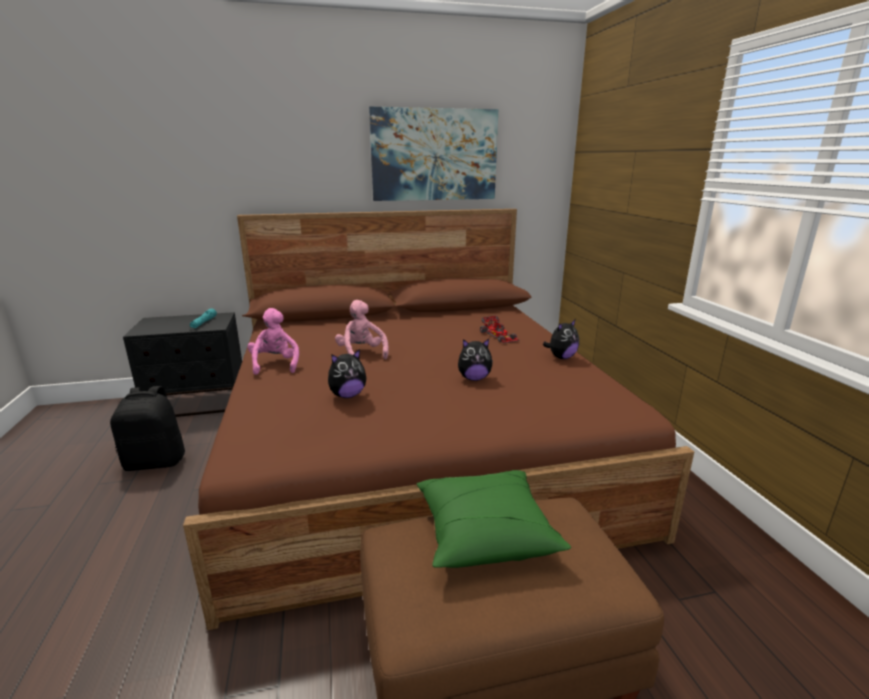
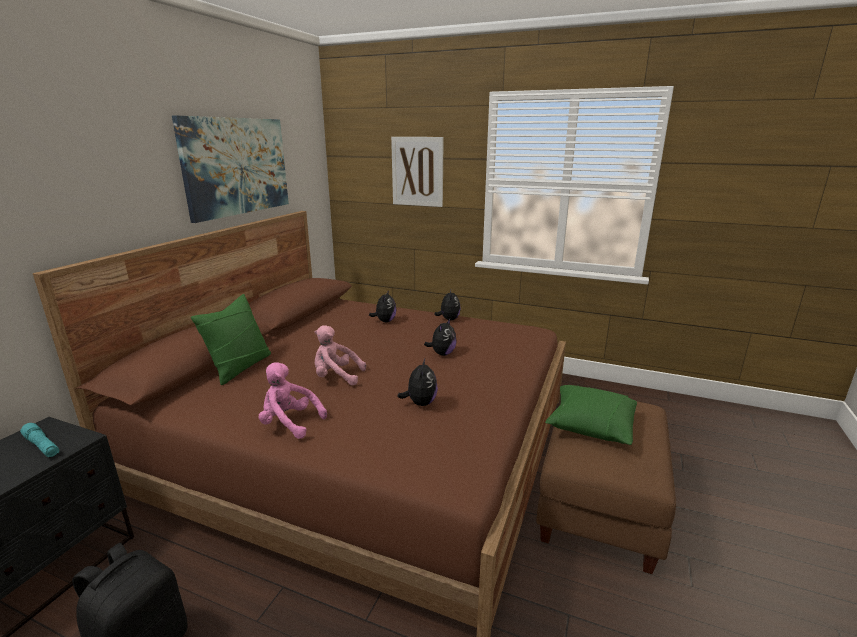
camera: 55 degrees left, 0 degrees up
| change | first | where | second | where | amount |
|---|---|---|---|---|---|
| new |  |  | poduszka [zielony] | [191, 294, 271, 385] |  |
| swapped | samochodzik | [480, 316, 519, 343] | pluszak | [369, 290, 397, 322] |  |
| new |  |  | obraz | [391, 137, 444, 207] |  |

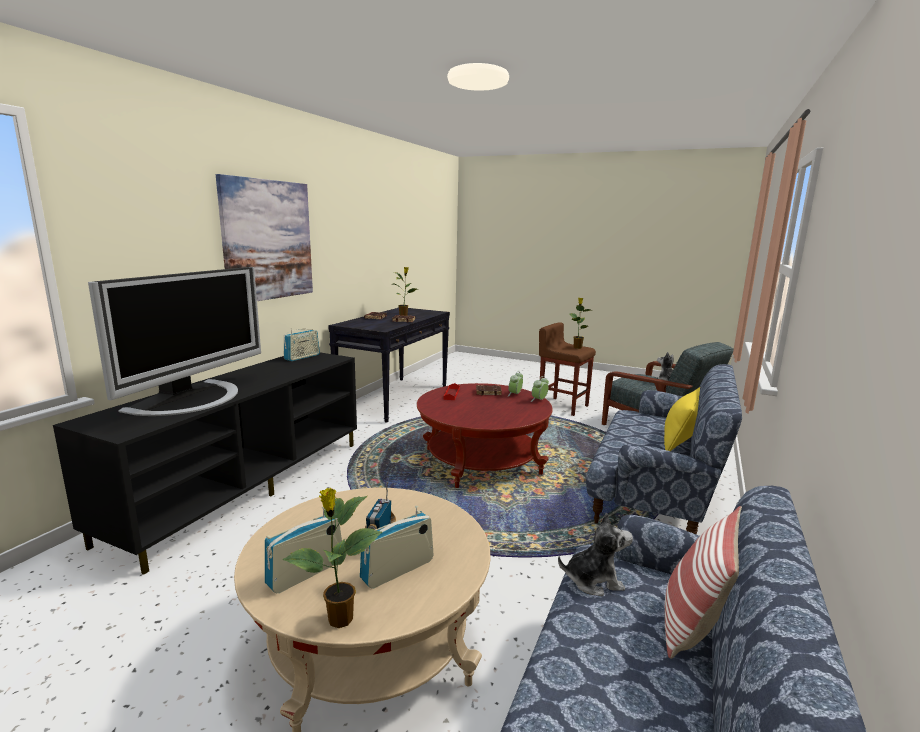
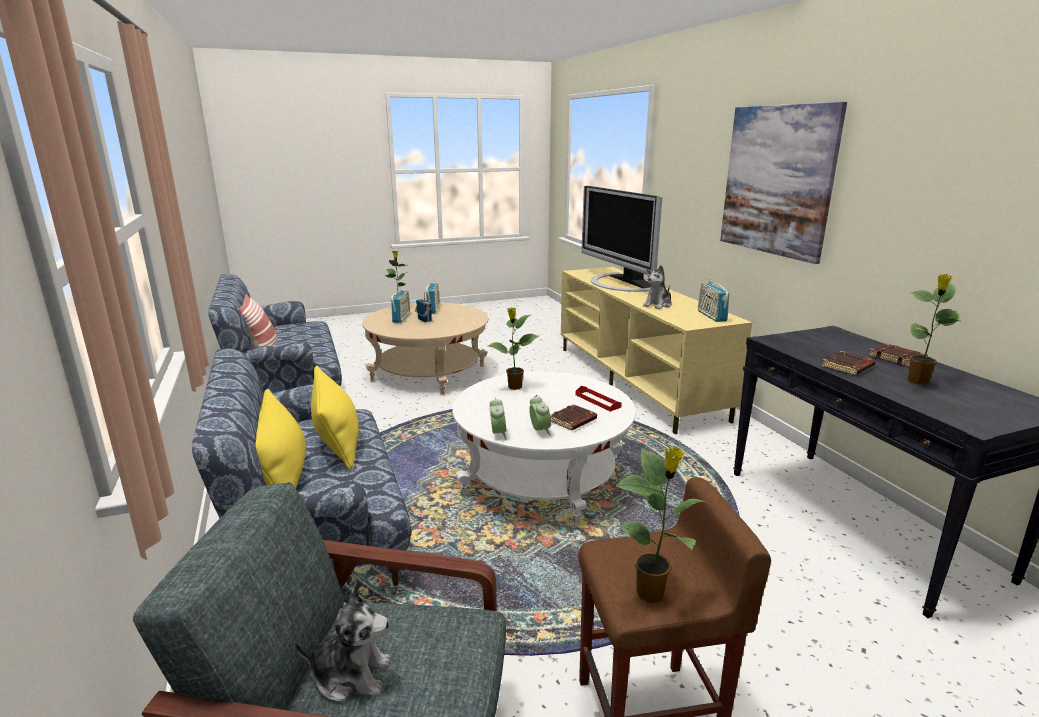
camera: 135 degrees right, 5 degrees up
| change | first | where | second | where | amount |
|---|---|---|---|---|---|
| new |  |  | poduszka [żółty] | [311, 366, 359, 470] |  |
| repainted | ława [czerwony] | [417, 383, 553, 488] | ława [biały] | [452, 372, 636, 524] |  |
| new |  |  | roślina doniczkowa | [488, 307, 539, 390] |  |
| repainted | szafka pod telewizor [czarny] | [53, 353, 357, 575] | szafka pod telewizor [beżowy] | [561, 267, 752, 434] |  |
| shifted | pluszak | [558, 513, 633, 596] |  | [643, 265, 672, 309] |  |

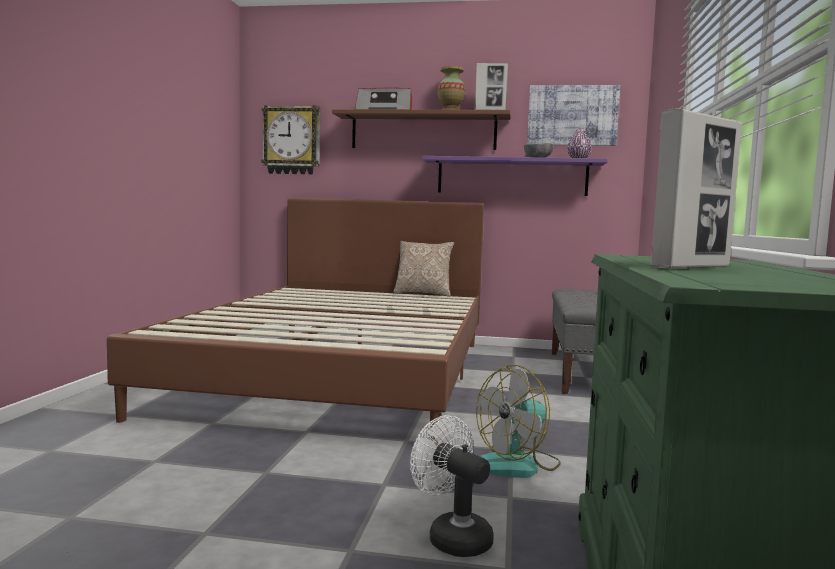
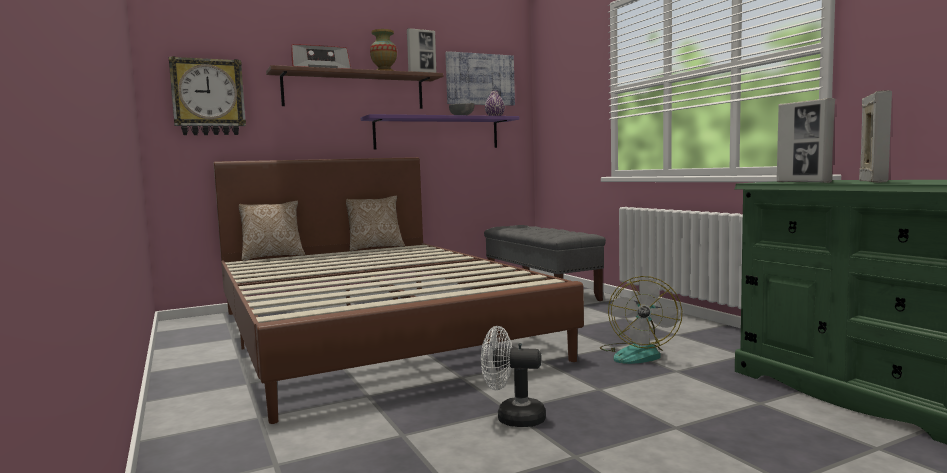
camera: 35 degrees left, 0 degrees up
| change | first | where | second | where | amount |
|---|---|---|---|---|---|
| new |  |  | poduszka | [239, 201, 305, 261] |  |
| shifted | wentylator [biały] | [410, 415, 494, 557] |  | [481, 326, 546, 427] |  |
| new |  |  | ramka na zdjęcie | [777, 98, 835, 183] |  |

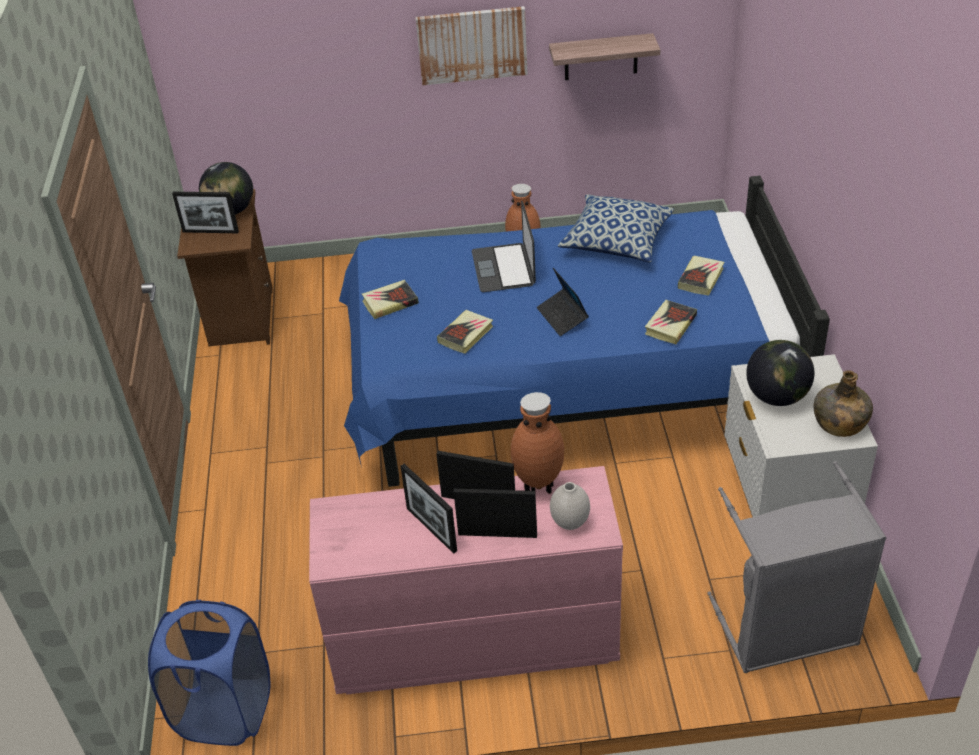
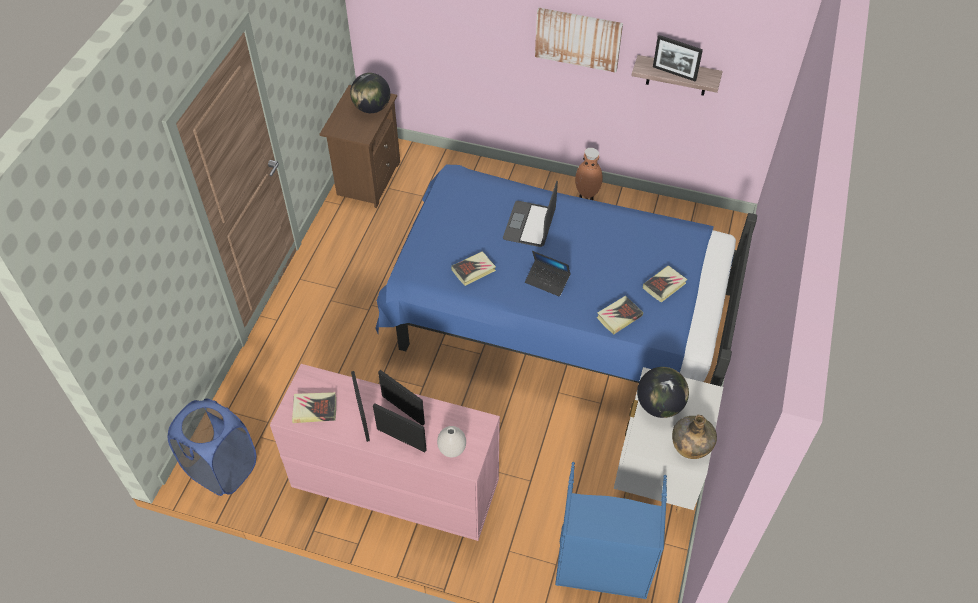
camera: 20 degrees right, 10 degrees up
| change | first | where | second | where | amount |
|---|---|---|---|---|---|
| shifted | książka | [362, 280, 419, 319] |  | [292, 392, 336, 423] |  |
| rotated | laptop | [537, 268, 589, 336] |  | [525, 251, 571, 297] | 60 degrees counterclockwise |
| repainted | kosz na pranie [szary] | [707, 461, 886, 673] | kosz na pranie [niebieski] | [555, 462, 667, 599] |  |
| shifted | ramka na zdjęcie | [172, 192, 239, 233] |  | [653, 35, 703, 81] |  |
| gone | wazon [brązowy] | [511, 392, 564, 495] |  |  |  |
| gone | poduszka | [558, 194, 674, 262] |  |  |  |

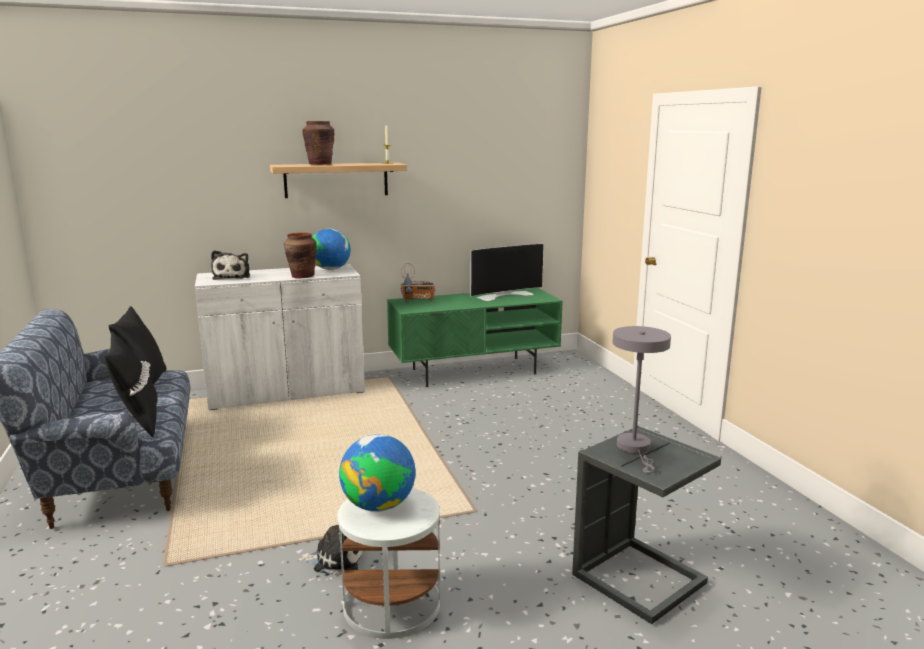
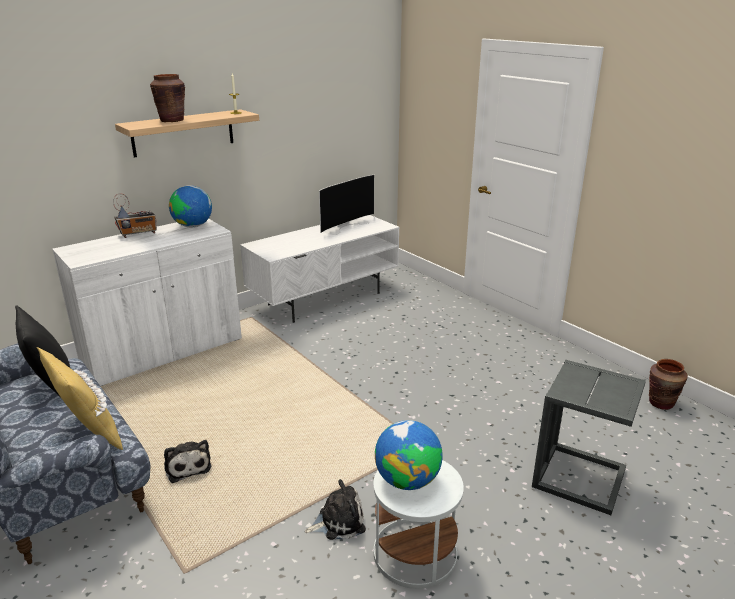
camera: 20 degrees left, 10 degrees up
| change | first | where | second | where | amount |
|---|---|---|---|---|---|
| repainted | poduszka [czarny] | [105, 331, 157, 437] | poduszka [żółty] | [37, 347, 123, 450] |  |
| shifted | radio | [400, 263, 435, 302] |  | [113, 193, 157, 238] |  |
| shifted | pluszak | [211, 250, 250, 280] |  | [164, 440, 211, 483] |  |
| repainted | szafka pod telewizor [zielony] | [387, 288, 563, 387] | szafka pod telewizor [biały] | [240, 215, 399, 323] |  |
| shifted | wazon [brązowy] | [284, 233, 317, 278] |  | [649, 359, 688, 410] |  |
| gone | lampa stołowa [szary] | [612, 326, 671, 473] |  |  |  |

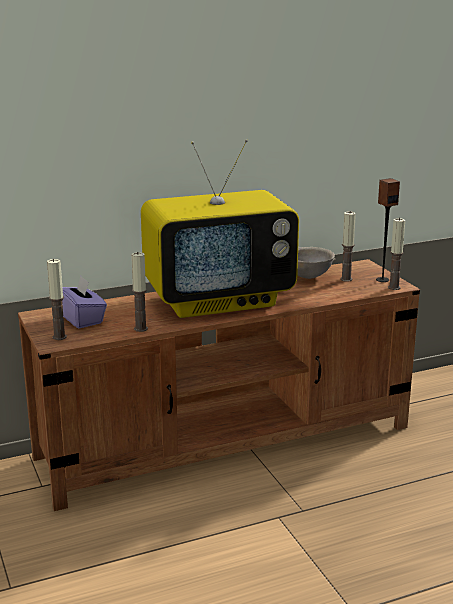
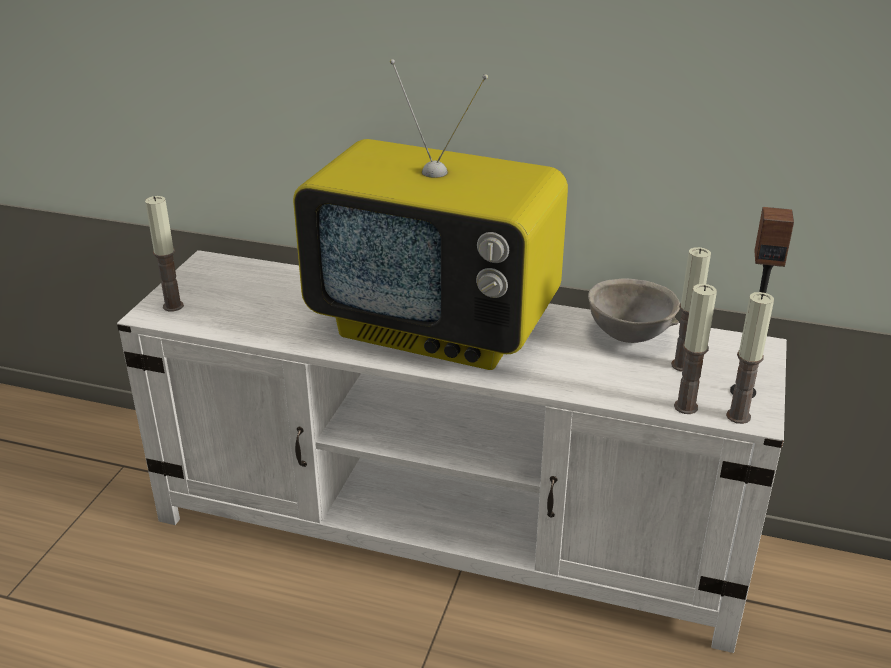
camera: 40 degrees right, 10 degrees up
| change | first | where | second | where | amount |
|---|---|---|---|---|---|
| repainted | szafka pod telewizor [brązowy] | [18, 259, 420, 511] | szafka pod telewizor [biały] | [117, 250, 787, 653] |  |
| shifted | świeca | [131, 252, 148, 332] |  | [674, 284, 717, 414] |  |
| gone | pudełko chusteczek [fioletowy] | [62, 276, 107, 329] |  |  |  |

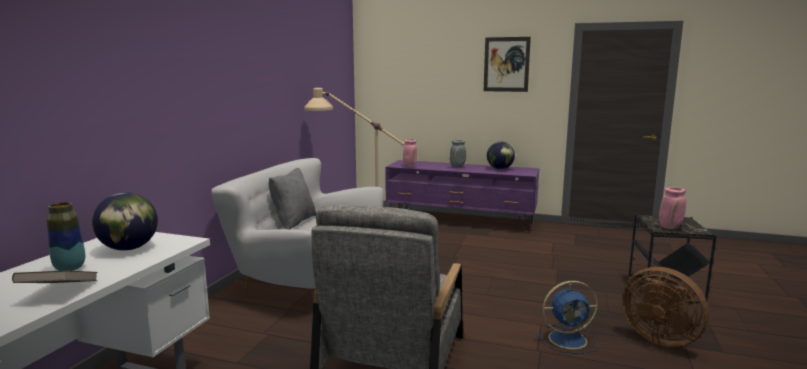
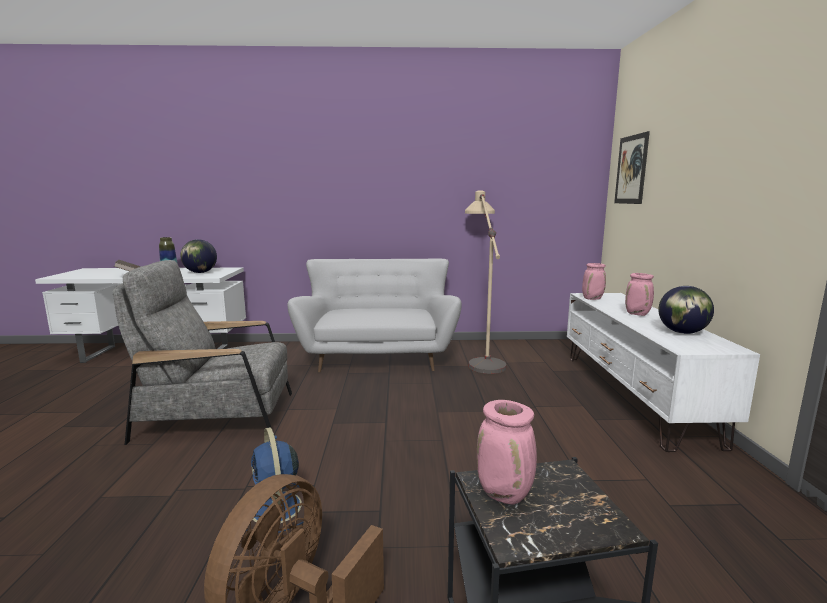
camera: 70 degrees right, 0 degrees up
| change | first | where | second | where | amount |
|---|---|---|---|---|---|
| repainted | szafka pod telewizor [fioletowy] | [385, 160, 539, 233] | szafka pod telewizor [biały] | [567, 293, 760, 452] |  |
| shifted | obraz | [484, 37, 531, 92] |  | [614, 131, 650, 204] |  |
| repainted | wazon [szary] | [450, 140, 466, 168] | wazon [różowy] | [625, 273, 654, 316] |  |
| gone | poduszka [szary] | [269, 168, 316, 229] |  |  |  |

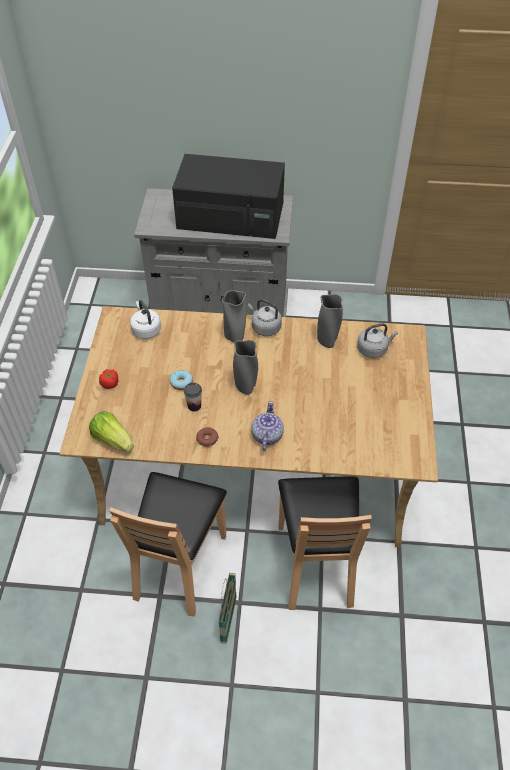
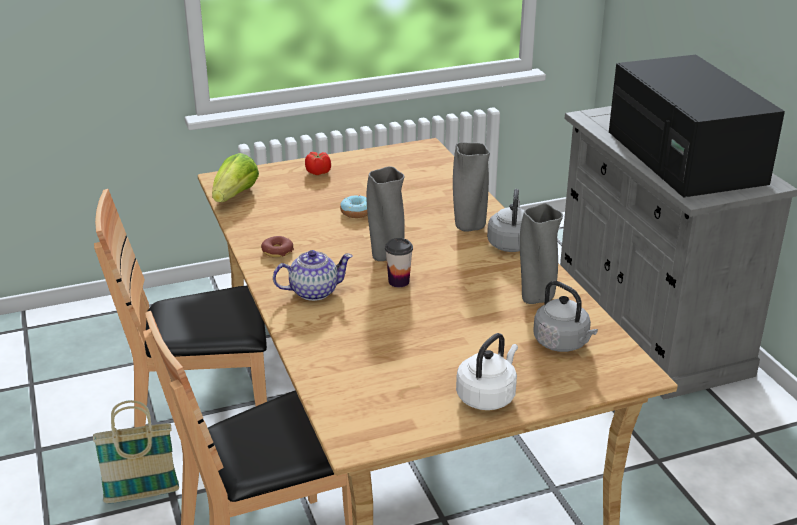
camera: 65 degrees right, 20 degrees down
| change | first | where | second | where | amount |
|---|---|---|---|---|---|
| shifted | filiżanka | [184, 382, 202, 411] |  | [385, 238, 413, 287] |  |
| shifted | czajnik [biały] | [130, 300, 161, 339] |  | [456, 333, 518, 410] |  |

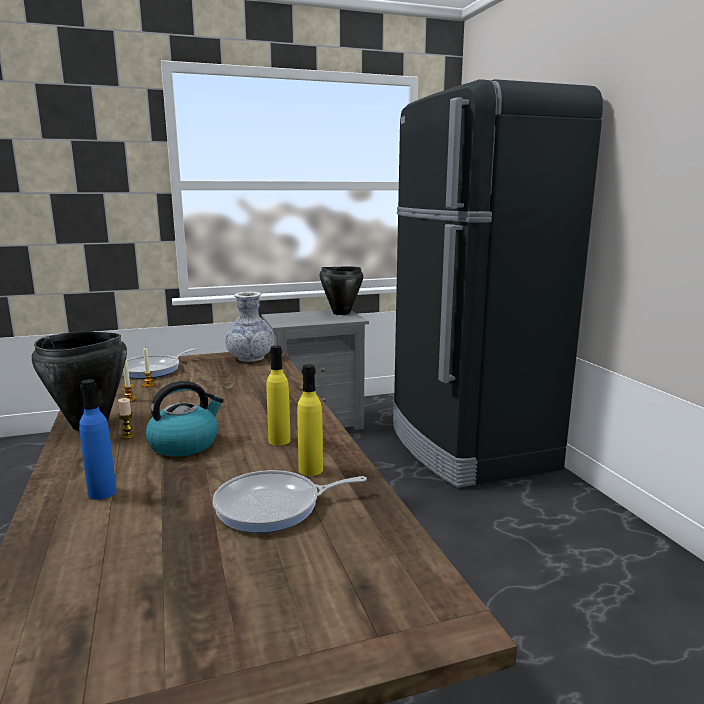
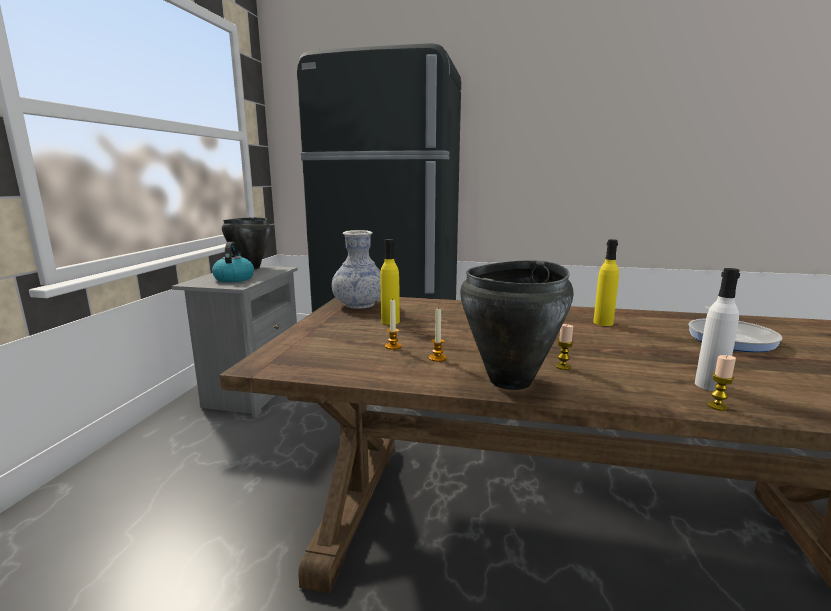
camera: 60 degrees left, 0 degrees up
| change | first | where | second | where | amount |
|---|---|---|---|---|---|
| shifted | czajnik | [145, 381, 224, 457] |  | [212, 242, 254, 282] |  |
| shifted | butelka [żółty] | [297, 364, 323, 476] |  | [380, 239, 400, 325] |  |
| repainted | butelka [niebieski] | [79, 379, 116, 500] | butelka [biały] | [695, 268, 740, 391] |  |
| new |  |  | świeca | [707, 355, 736, 411] |  |
| gone | patelnia | [122, 348, 197, 379] |  |  |  |

